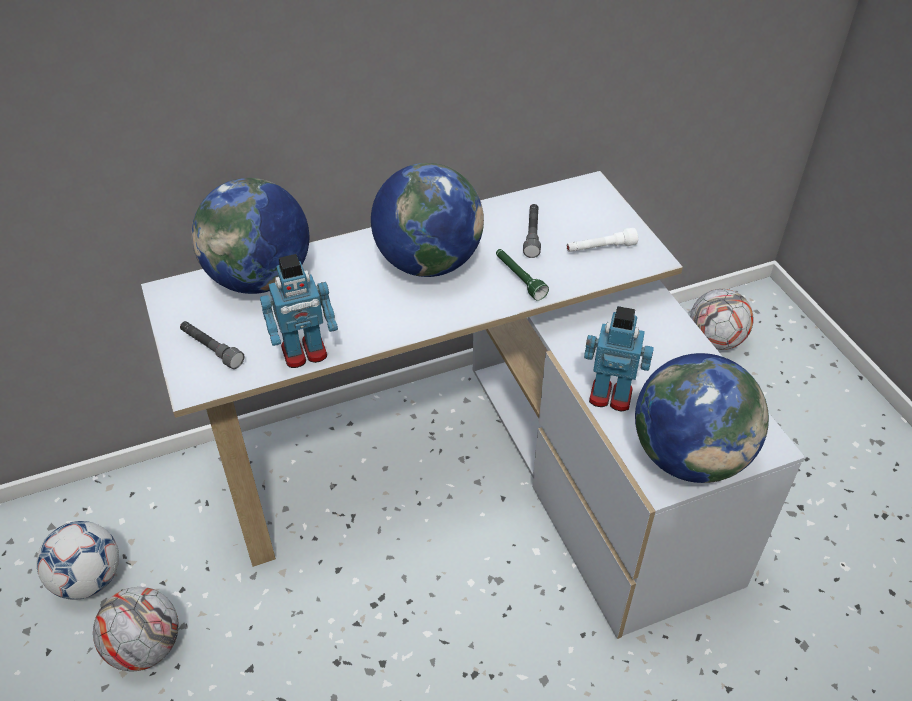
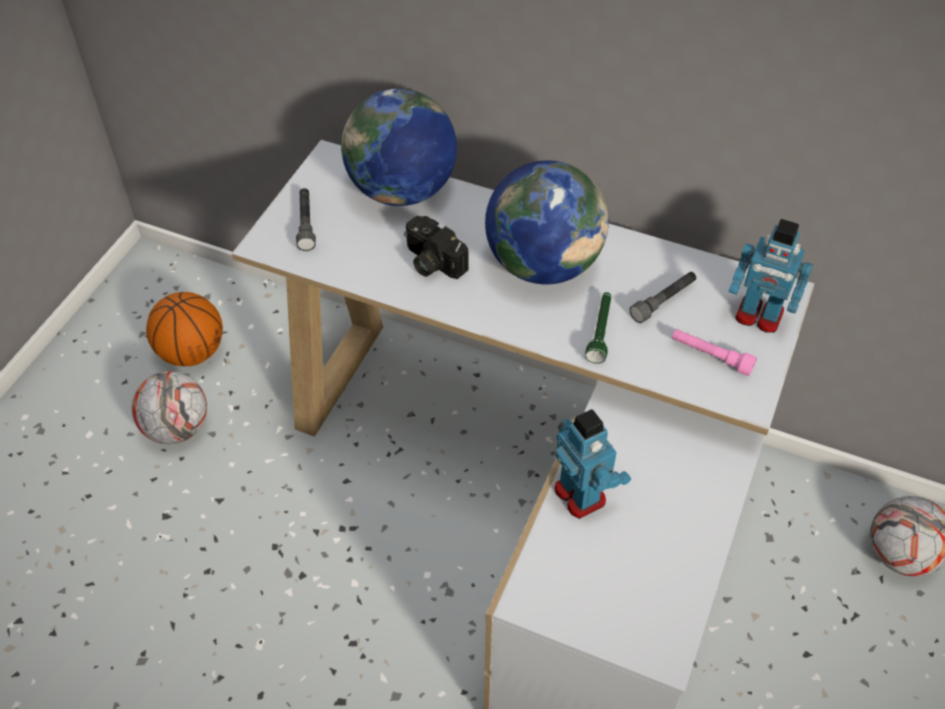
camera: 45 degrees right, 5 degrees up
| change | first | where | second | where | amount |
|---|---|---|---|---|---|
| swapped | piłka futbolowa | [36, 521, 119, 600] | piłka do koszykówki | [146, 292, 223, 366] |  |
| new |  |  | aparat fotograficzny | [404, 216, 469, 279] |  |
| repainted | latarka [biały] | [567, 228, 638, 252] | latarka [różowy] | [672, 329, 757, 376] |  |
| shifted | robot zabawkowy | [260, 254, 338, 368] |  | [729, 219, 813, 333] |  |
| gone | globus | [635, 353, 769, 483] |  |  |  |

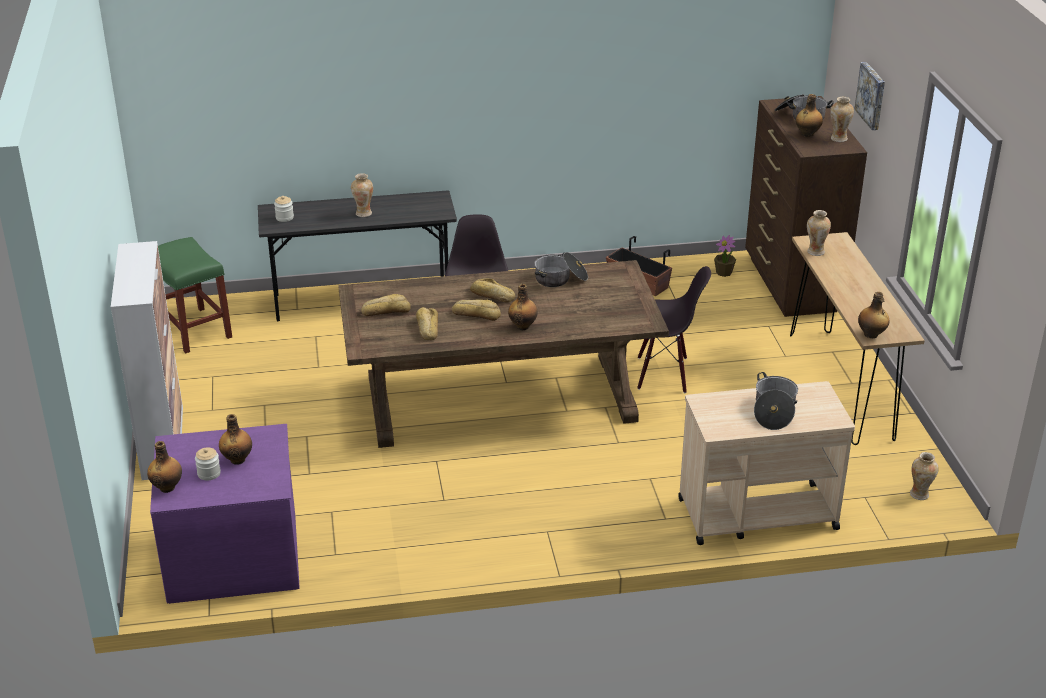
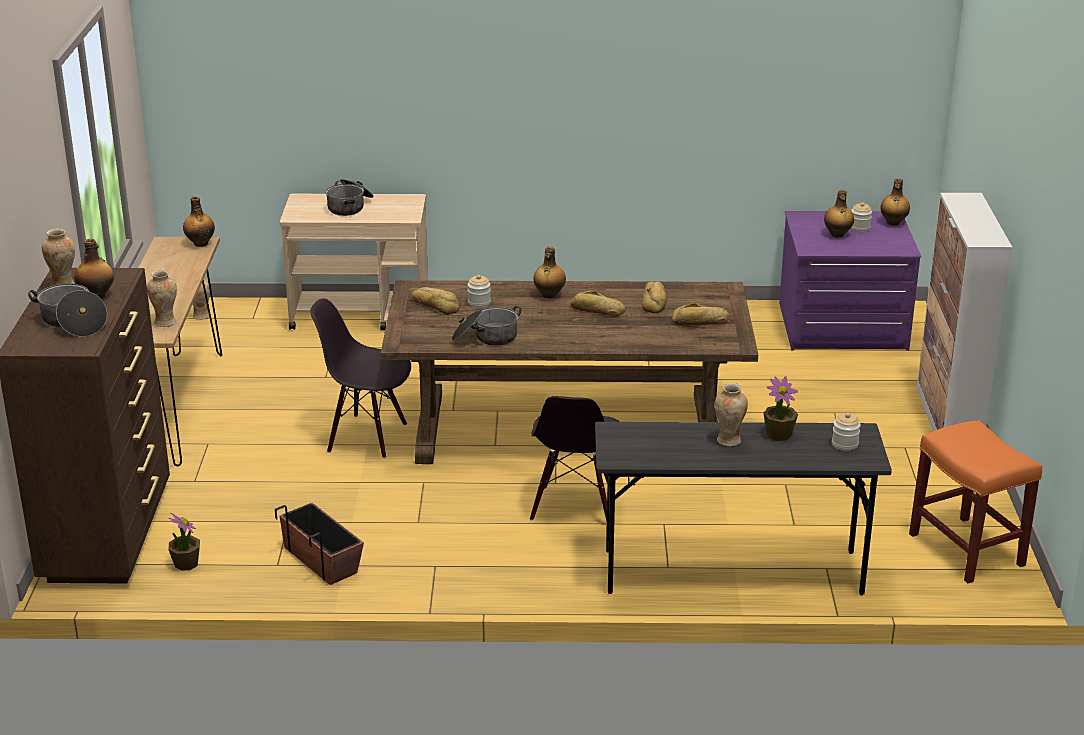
camera: 170 degrees left, 5 degrees down
| change | first | where | second | where | amount |
|---|---|---|---|---|---|
| shifted | chleb | [470, 279, 515, 303] |  | [412, 287, 460, 315] |  |
| new |  |  | słoik | [468, 275, 491, 308] |  |
| new |  |  | roślina doniczkowa | [764, 376, 798, 441] |  |
| repainted | stołek [zielony] | [158, 237, 232, 354] | stołek [pomarańczowy] | [909, 420, 1042, 583] |  |
| gone | obraz | [854, 62, 885, 130] |  |  |  |

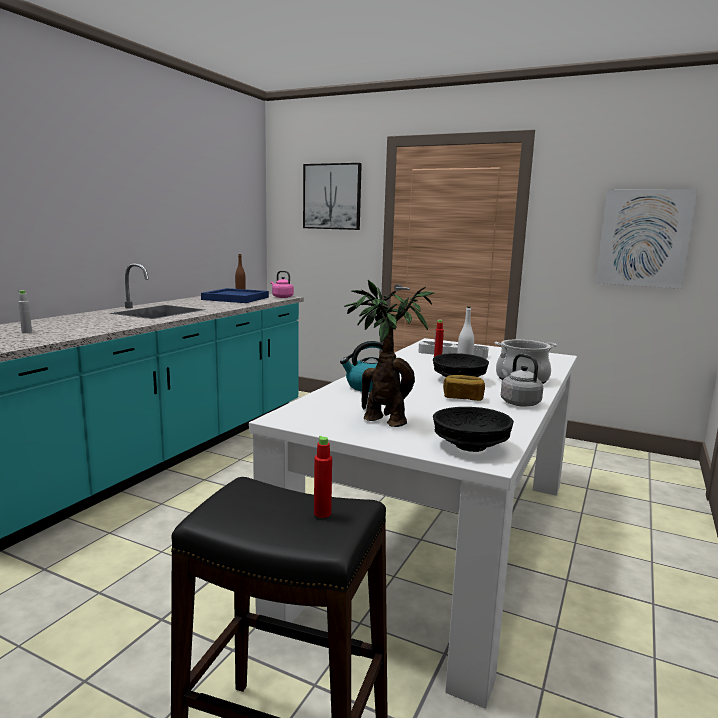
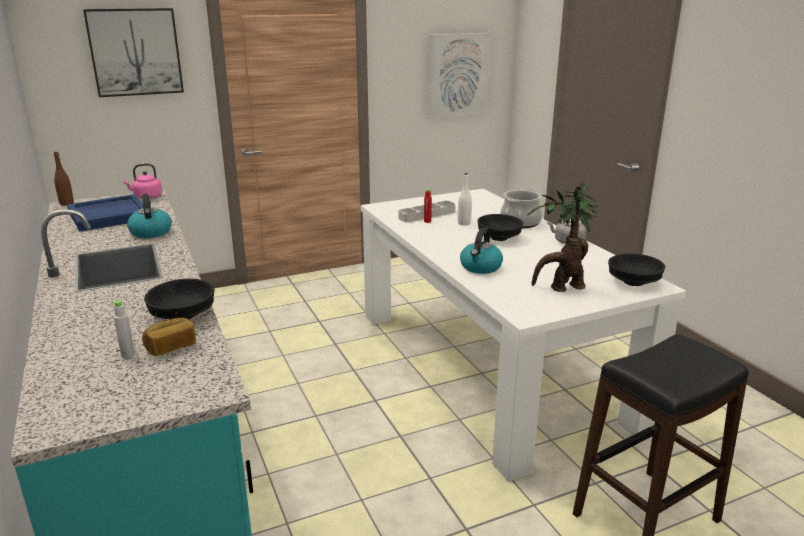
camera: 50 degrees left, 10 degrees up
| change | first | where | second | where | amount |
|---|---|---|---|---|---|
| new |  |  | czajnik | [127, 194, 172, 238] |  |
| shifted | chleb | [443, 375, 485, 401] |  | [142, 318, 196, 356] |  |
| new |  |  | miska [czarny] | [144, 279, 215, 320] |  |
| gone | butelka [czerwony] | [314, 436, 332, 518] |  |  |  |

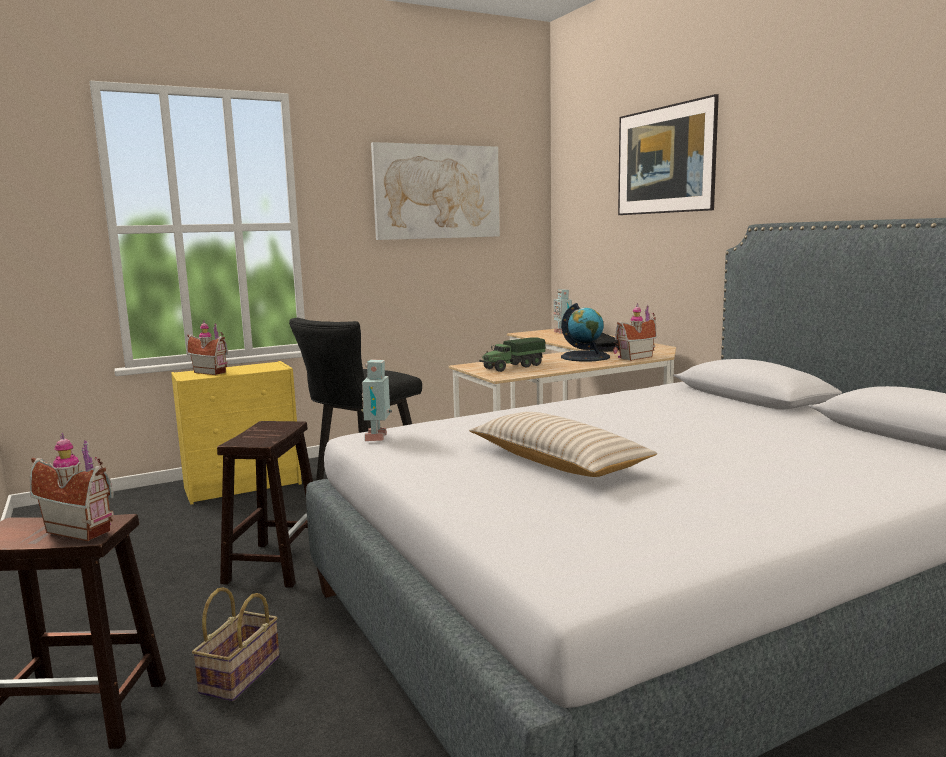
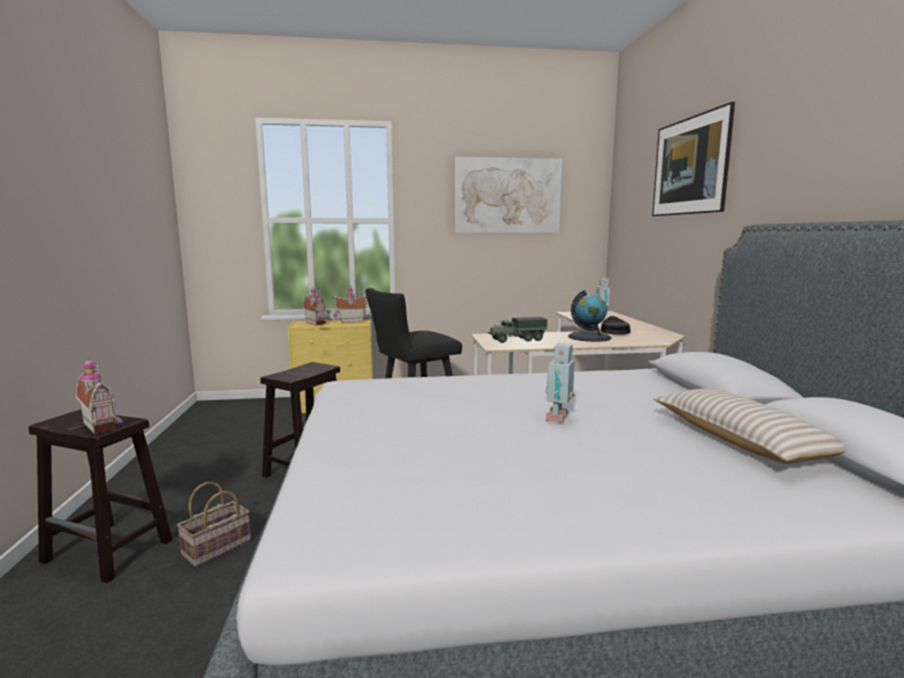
camera: 20 degrees right, 0 degrees up
| change | first | where | second | where | amount |
|---|---|---|---|---|---|
| shifted | domek | [613, 303, 657, 361] |  | [332, 286, 367, 323] |  |
| shifted | robot zabawkowy | [361, 359, 392, 441] |  | [545, 343, 575, 423] |  |
| shifted | poduszka [beżowy] | [469, 412, 657, 477] |  | [653, 388, 845, 464] |  |

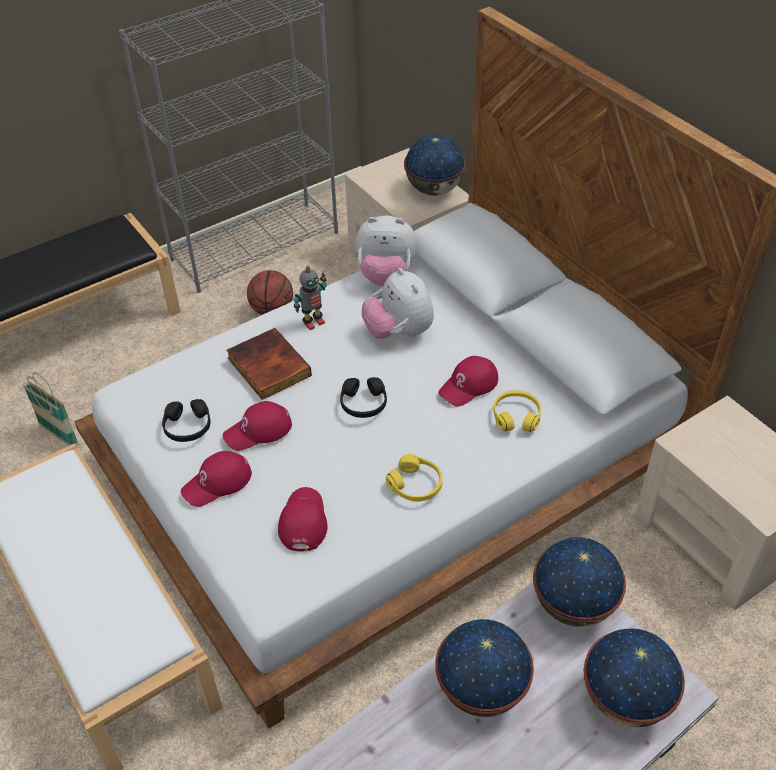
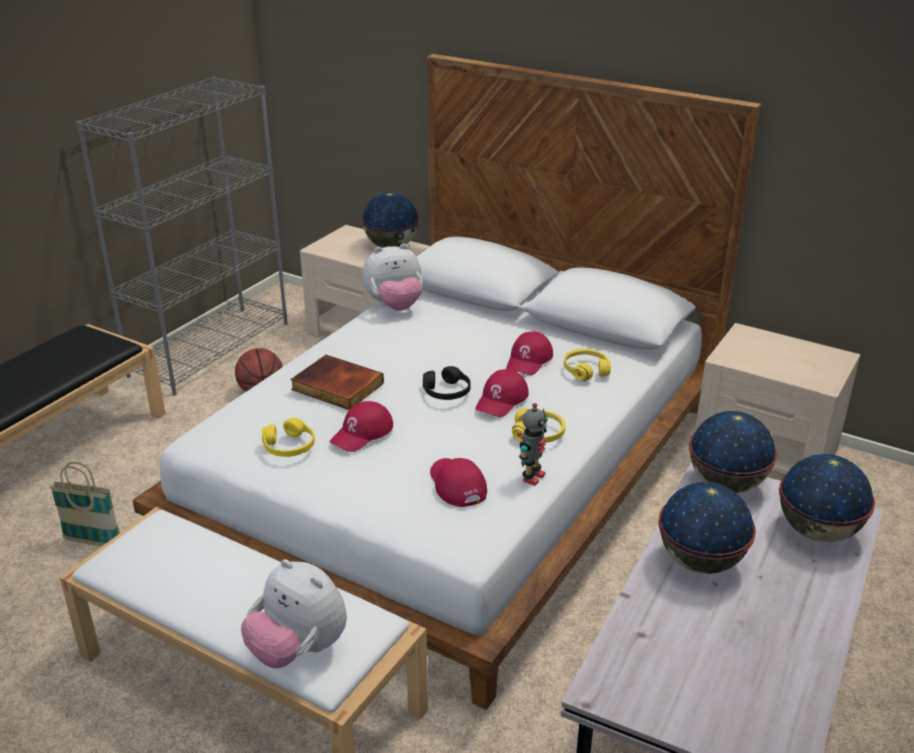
camera: 25 degrees left, 15 degrees down
| change | first | where | second | where | amount |
|---|---|---|---|---|---|
| shifted | pluszak | [362, 268, 434, 339] |  | [241, 559, 347, 668] |  |
| repainted | słuchawki [czarny] | [162, 399, 211, 442] | słuchawki [żółty] | [262, 418, 315, 457] |  |
| shifted | czapka z daszkiem [czerwony] | [181, 451, 252, 507] |  | [475, 369, 529, 417] |  |
| shifted | robot zabawkowy | [294, 266, 327, 330] |  | [519, 403, 548, 486] |  |

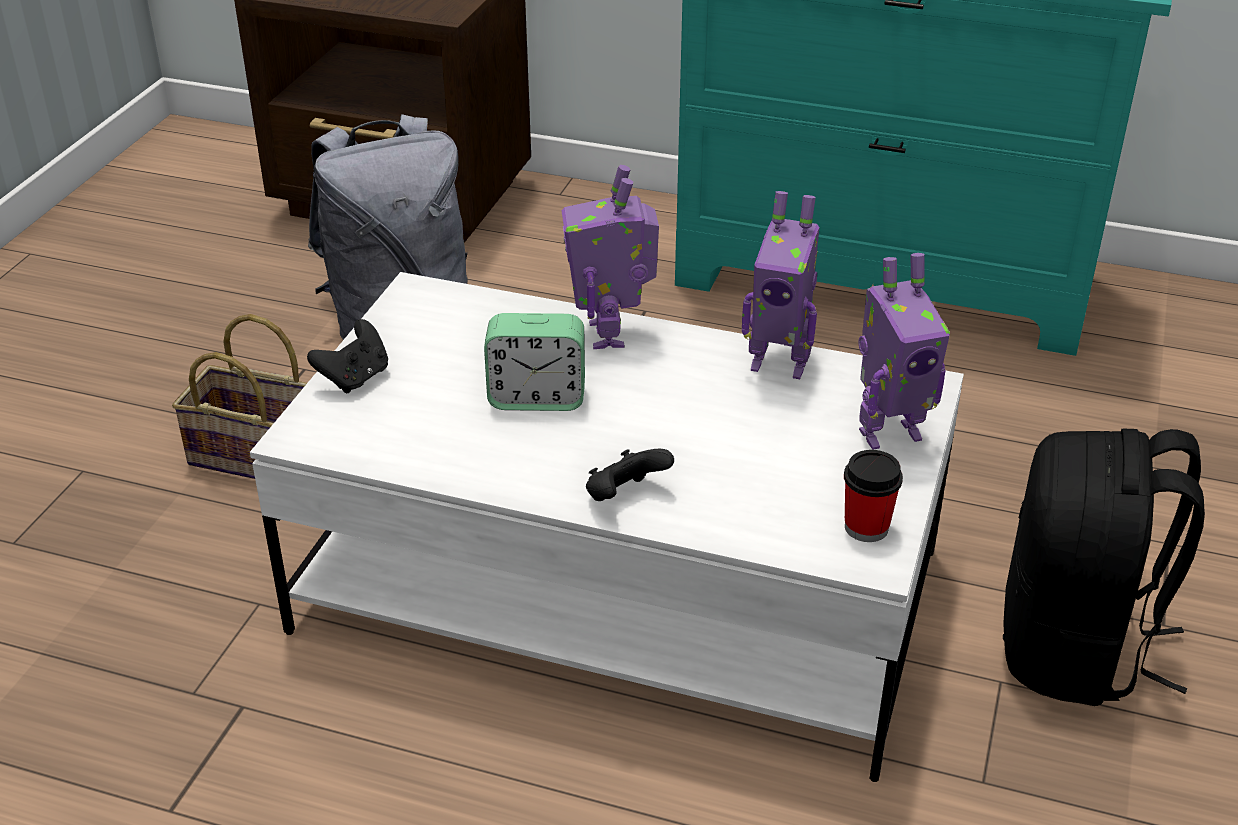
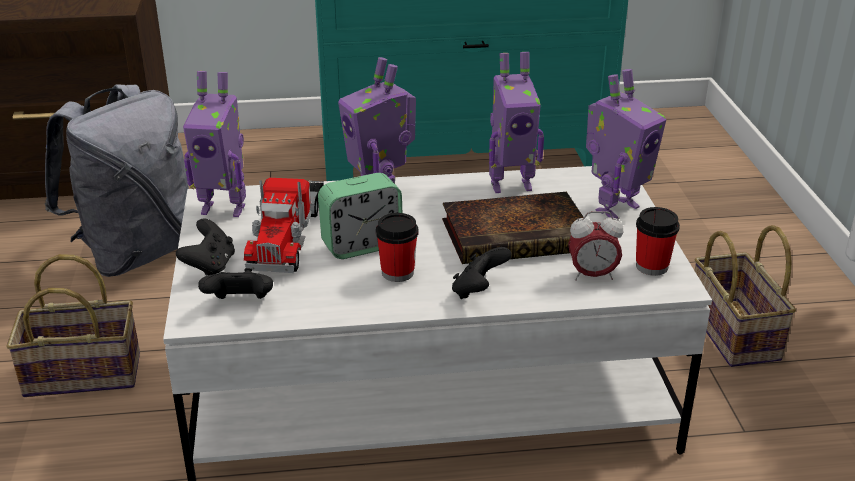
camera: 25 degrees left, 5 degrees down
| change | first | where | second | where | amount |
|---|---|---|---|---|---|
| new |  |  | robot zabawkowy | [183, 71, 246, 217] |  |
| new |  |  | pad do gier [czarny] | [198, 268, 273, 299] |  |
| new |  |  | ciężarówka zabawkowa | [244, 178, 324, 273] |  |
| new |  |  | filiżanka | [376, 213, 419, 282] |  |
| new |  |  | książka | [442, 192, 584, 264] |  |
| new |  |  | budzik | [568, 211, 623, 281] |  |
| swapped | plecak [czarny] | [1003, 428, 1205, 706] | koszyk | [694, 225, 796, 367] |  |

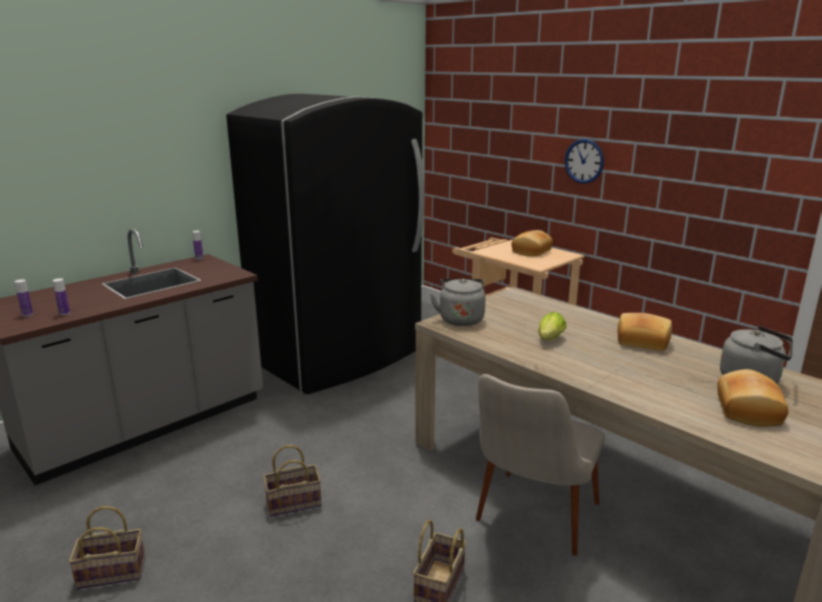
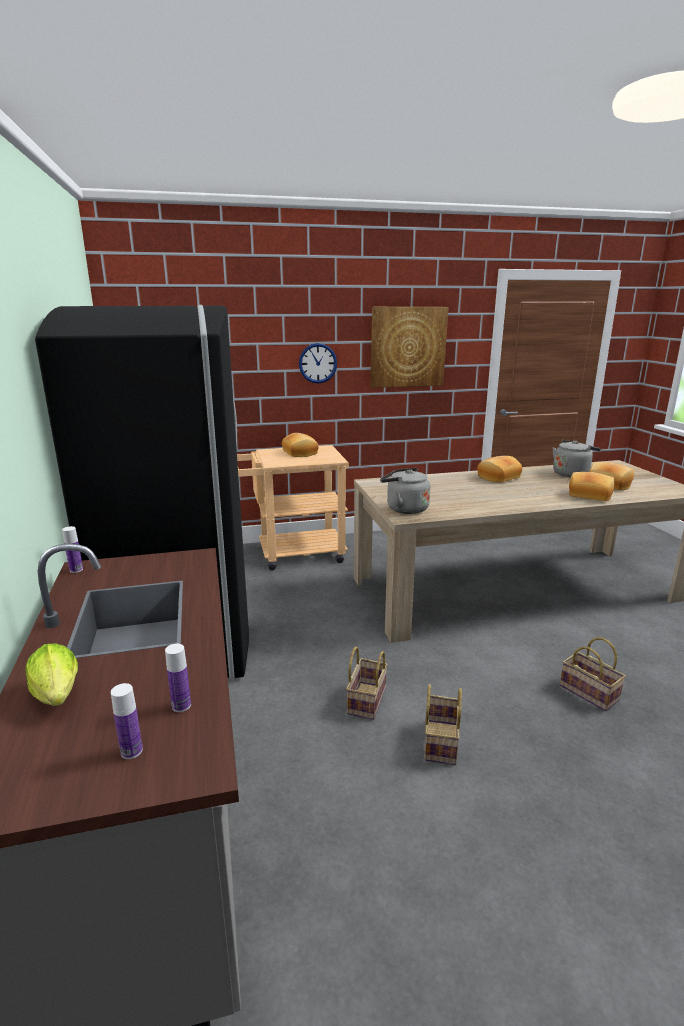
camera: 60 degrees left, 0 degrees up
| change | first | where | second | where | amount |
|---|---|---|---|---|---|
| shifted | sałata | [538, 312, 567, 341] |  | [25, 643, 78, 706] |  |
| shifted | koszyk | [68, 506, 145, 589] |  | [346, 647, 388, 720] |  |
| new |  |  | obraz | [370, 307, 449, 388] |  |
| new |  |  | chleb | [569, 472, 614, 501] |  |
| gone | krzesło [beżowy] | [476, 374, 605, 556] |  |  |  |

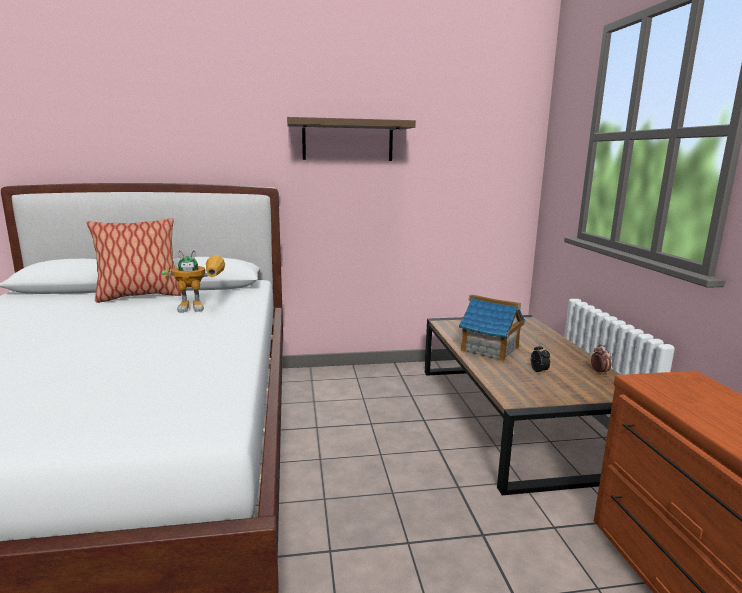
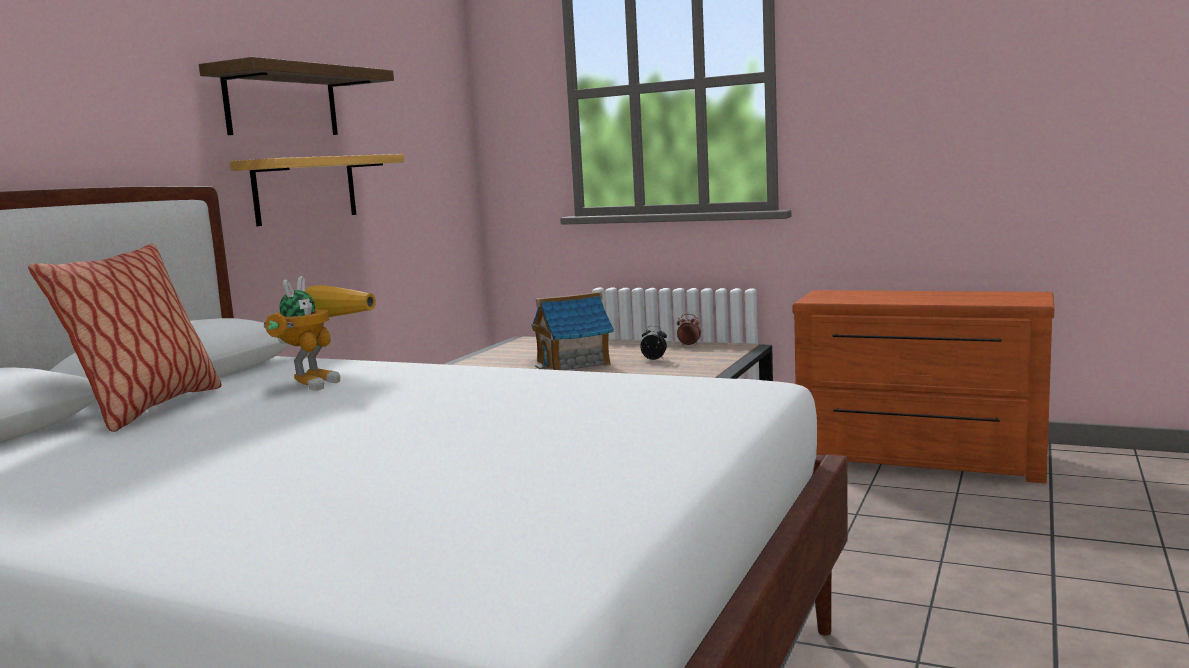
camera: 55 degrees left, 5 degrees down
| change | first | where | second | where | amount |
|---|---|---|---|---|---|
| new |  |  | półka | [230, 154, 404, 226] |  |

